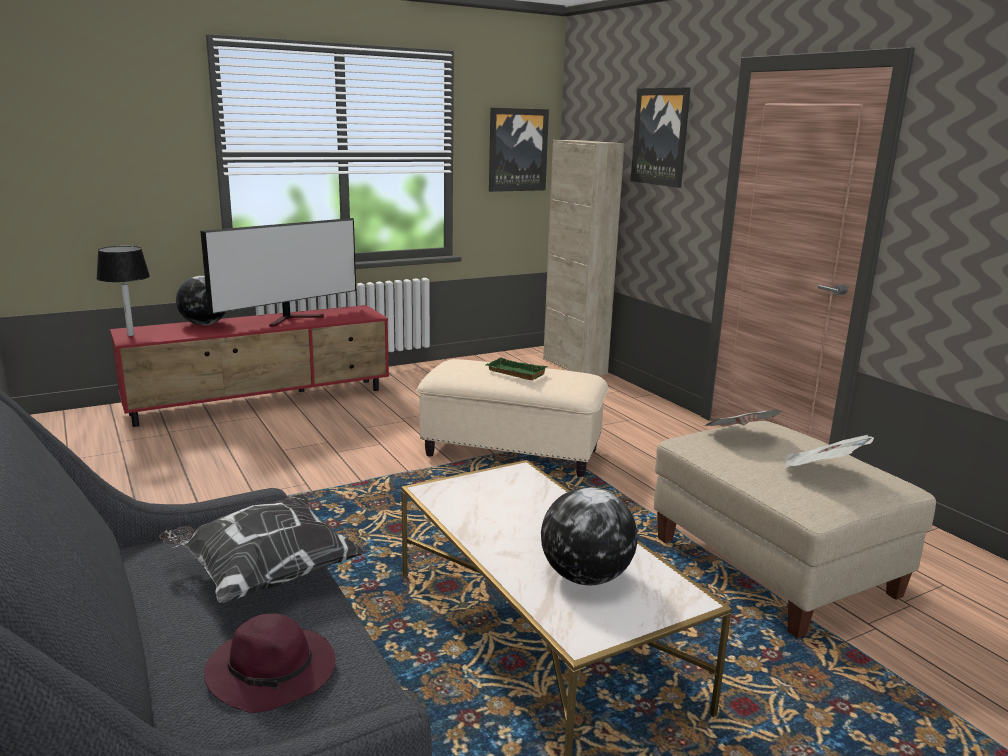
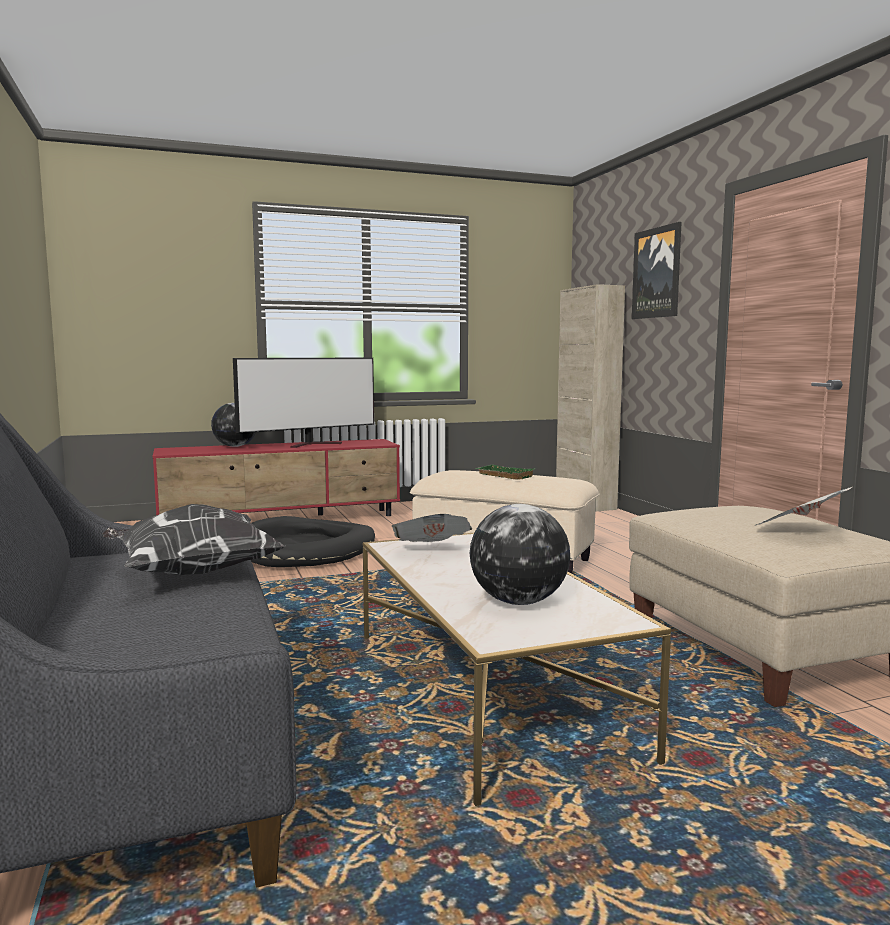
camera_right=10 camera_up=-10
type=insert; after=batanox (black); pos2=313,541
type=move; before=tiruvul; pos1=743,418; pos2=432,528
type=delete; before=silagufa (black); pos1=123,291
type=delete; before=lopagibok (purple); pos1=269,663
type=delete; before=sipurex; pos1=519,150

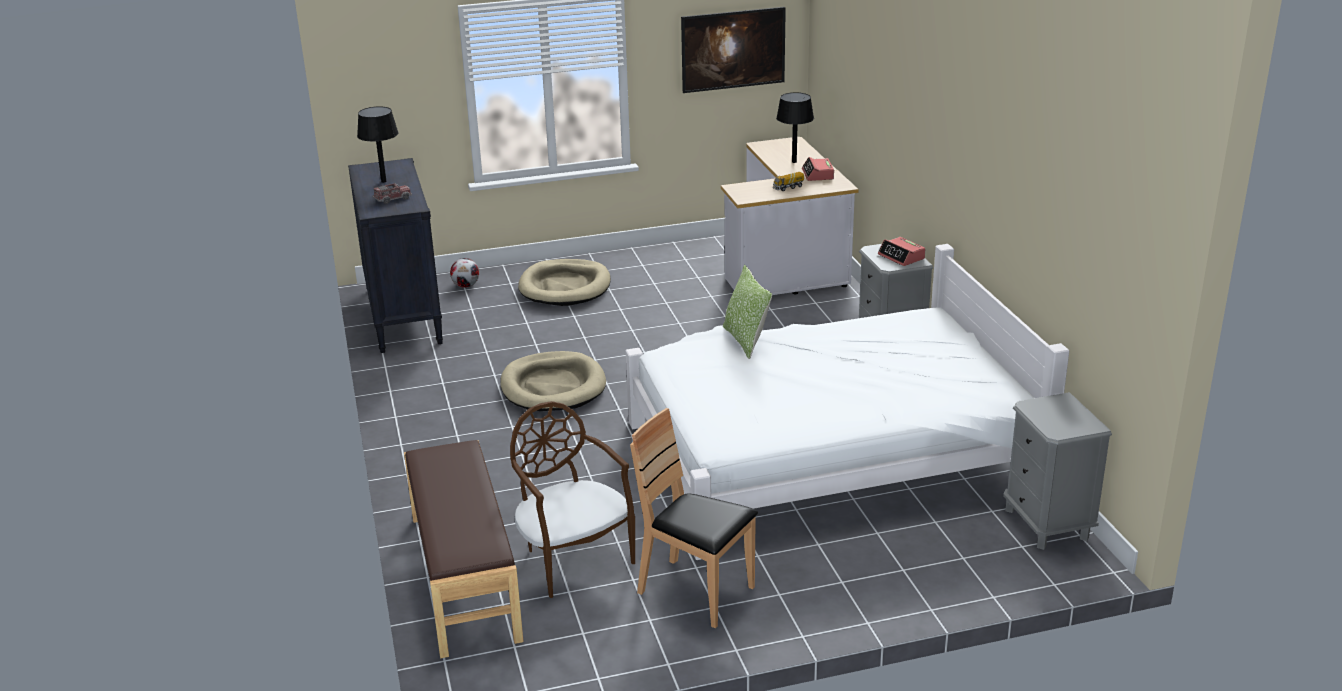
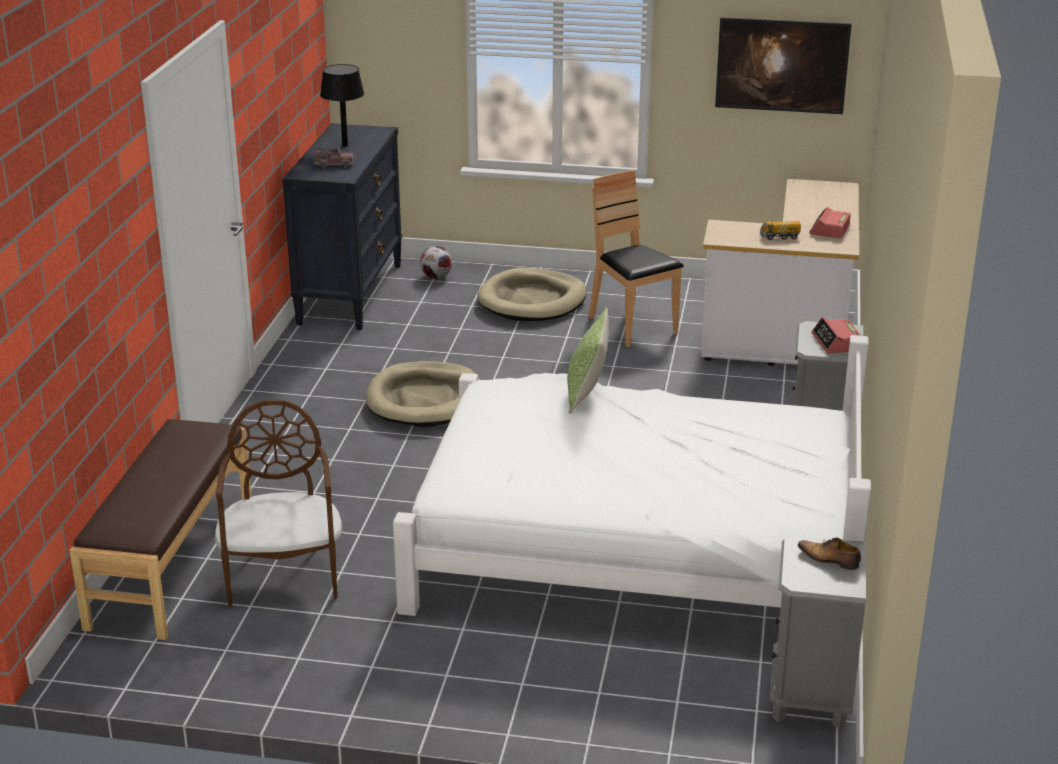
camera_right=25 camera_up=0
type=move; before=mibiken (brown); pos1=694,518; pos2=636,258
type=insert; after=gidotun; pos2=829,554
type=delete; before=silagufa (black); pos1=795,127

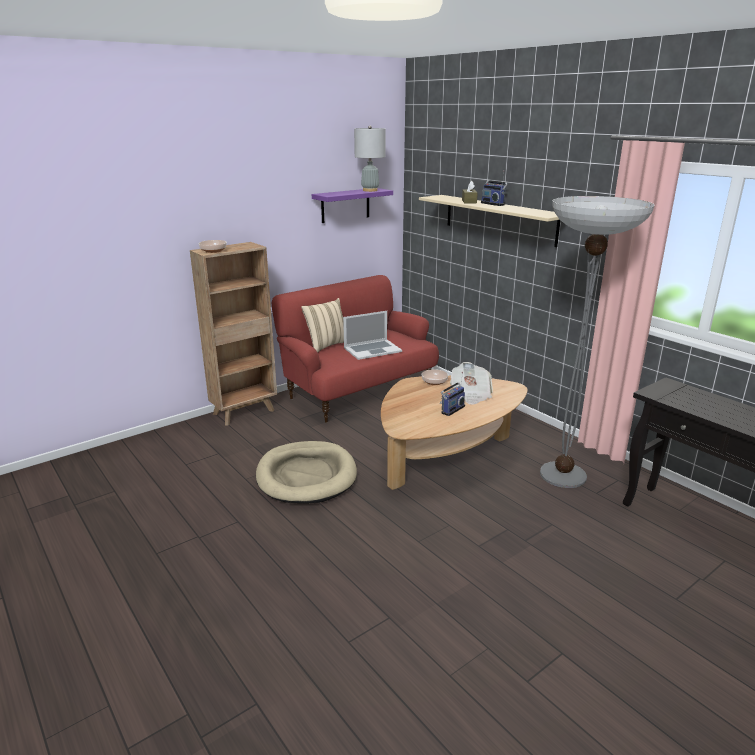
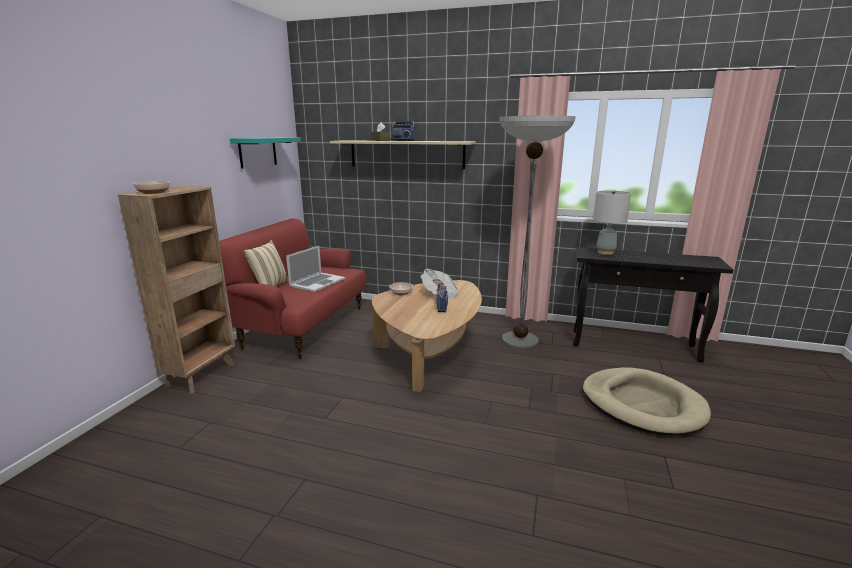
camera_right=-35 camera_up=-5
type=recolor; before=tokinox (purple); after=tokinox (turquoise); pos1=352,205; pos2=265,153
type=move; before=batanox (beige); pos1=306,472; pos2=647,401
type=move; before=silagufa (grey); pos1=370,159; pos2=612,222

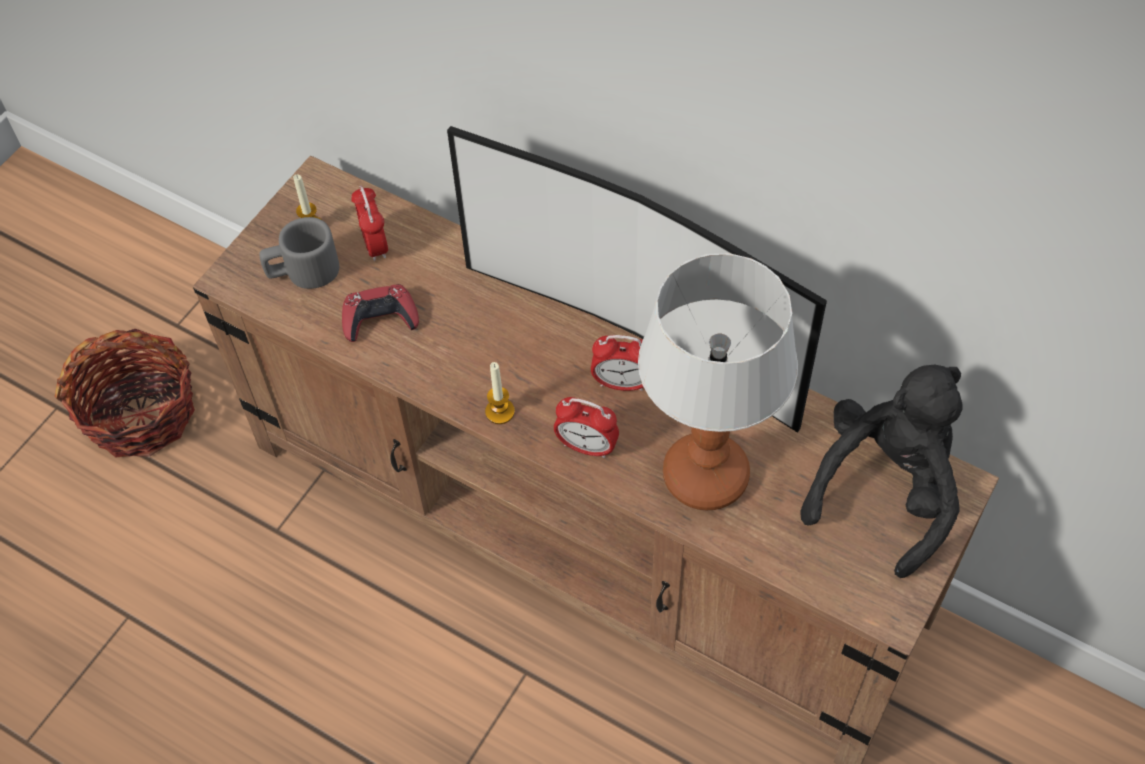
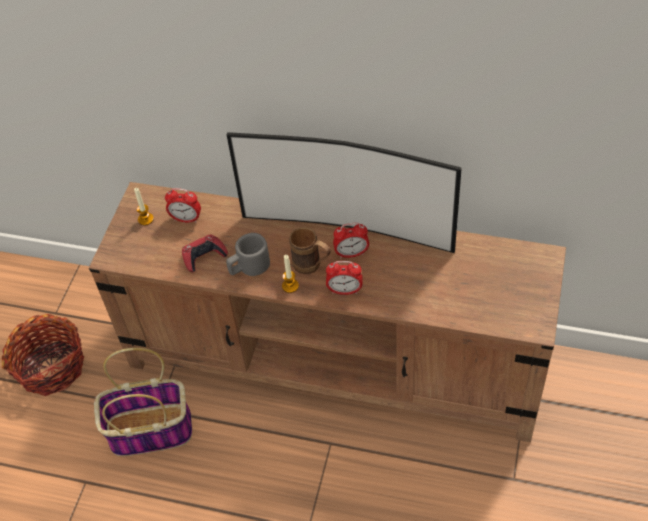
camera_right=-15 camera_up=-5
type=insert; after=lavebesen; pos2=143,402
type=rotate; before=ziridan; pos1=369,223; pos2=183,205; turn=-45
type=move; before=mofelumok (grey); pos1=299,253; pos2=248,254
type=insert; after=mofelumok (brown); pos2=310,251
type=delete; before=silagufa; pos1=718,381
type=delete; before=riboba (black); pos1=881,471

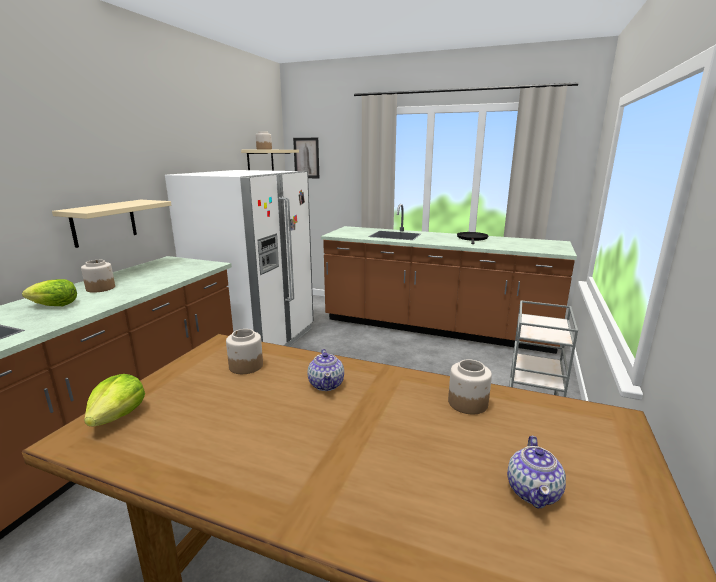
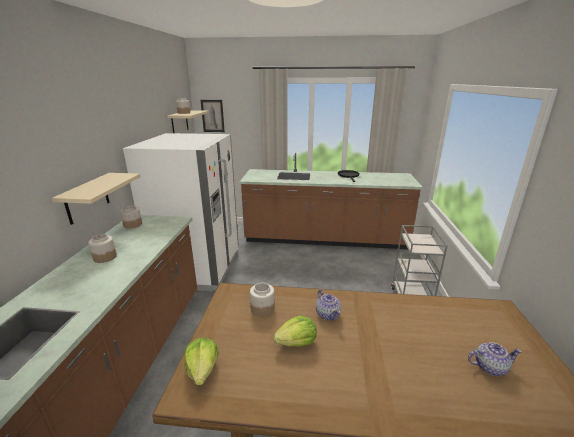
camera_right=-15 camera_up=5
type=move; before=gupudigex; pos1=470,386; pos2=131,216
type=move; before=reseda; pos1=49,292; pos2=295,331
type=rotate; before=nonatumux; pos1=536,472; pos2=495,359; turn=-90

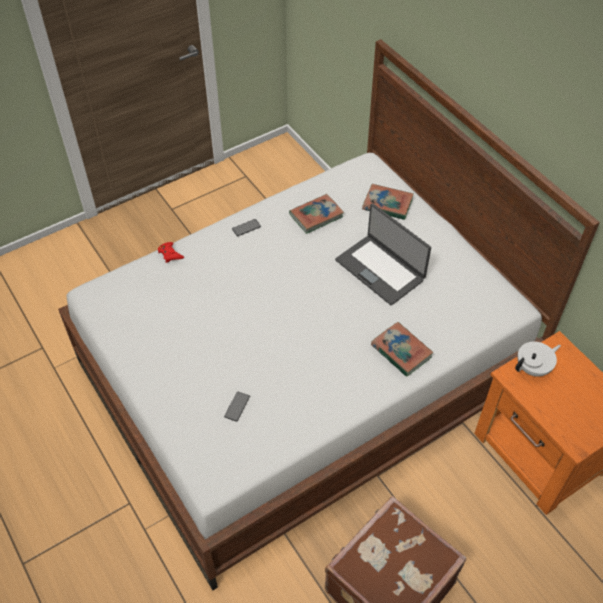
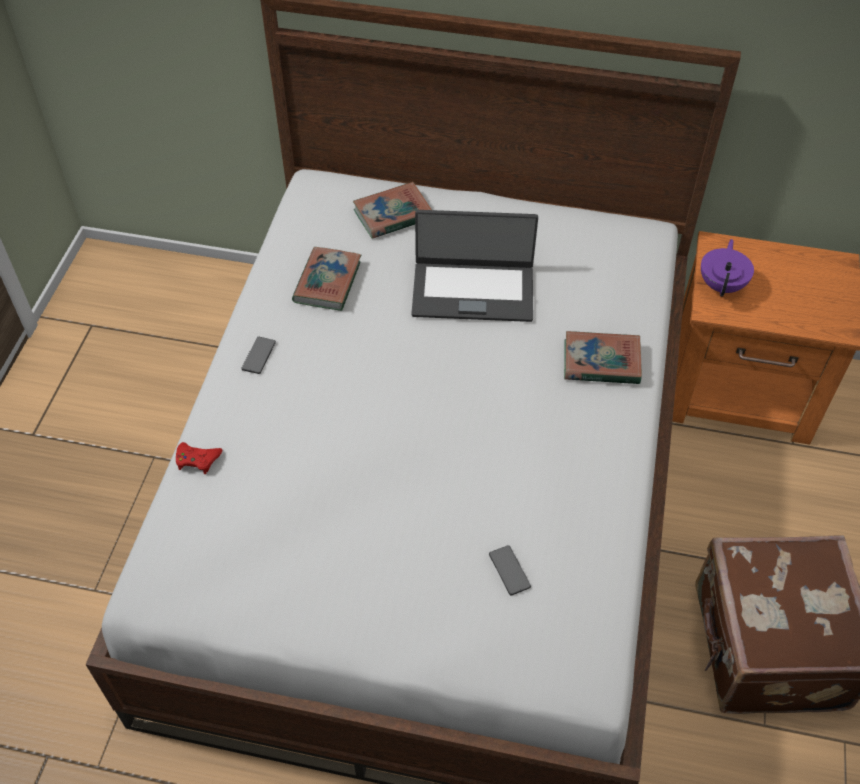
camera_right=-45 camera_up=0
type=recolor; before=nonatumux (white); after=nonatumux (purple); pos1=538,359; pos2=727,268

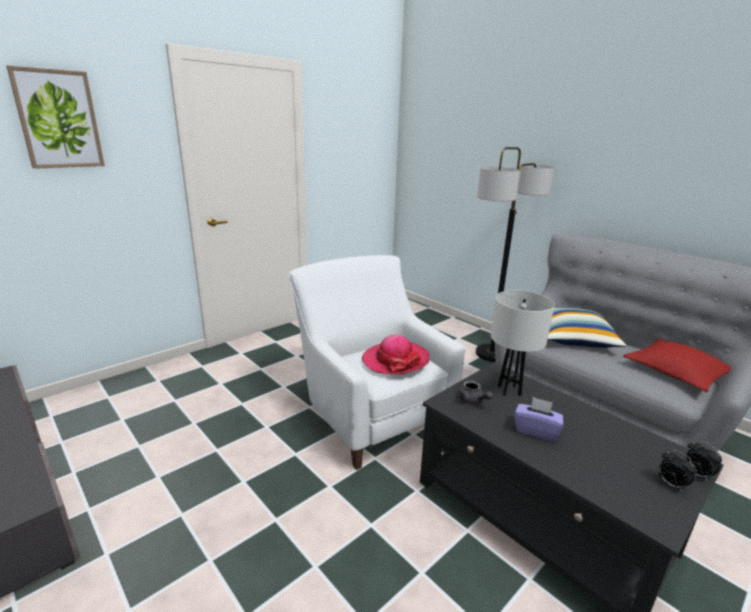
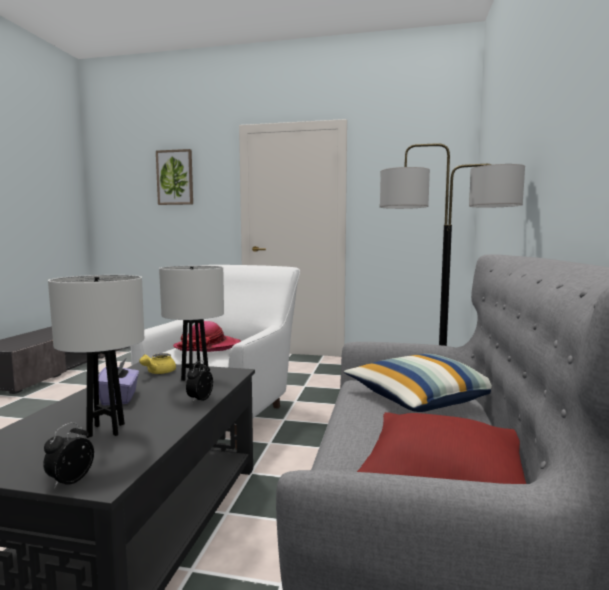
camera_right=55 camera_up=-15
type=insert; after=silagufa (white); pos2=96,356
type=recolor; before=nonatumux (grey); after=nonatumux (yellow); pos1=475,392; pos2=157,363
type=move; before=ziridan; pos1=677,471; pos2=199,381

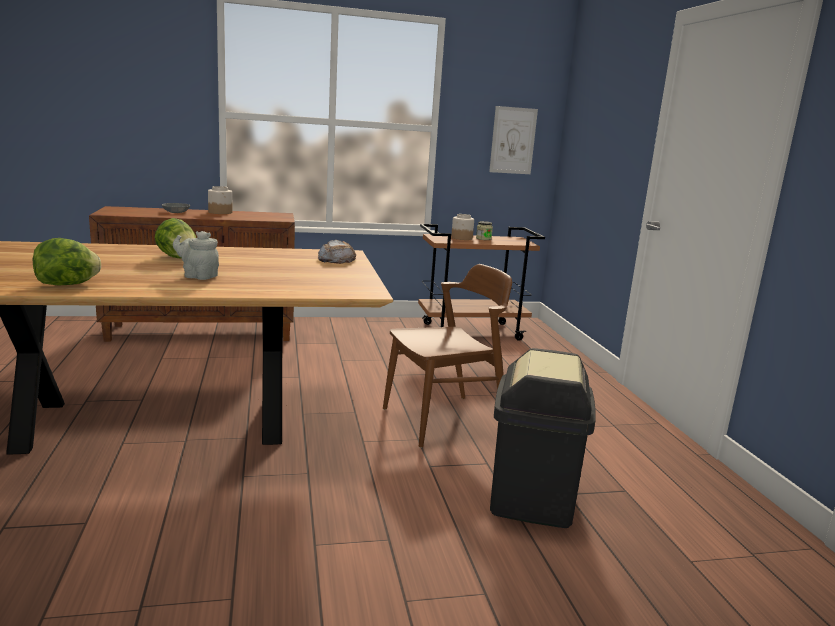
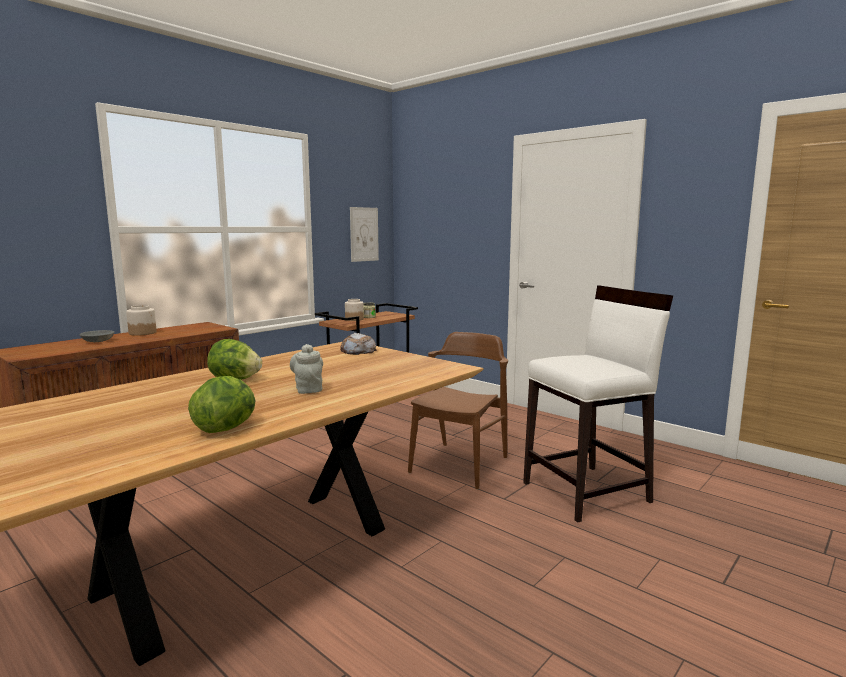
camera_right=-35 camera_up=-5
type=rotate; before=nonatumux (grey); pos1=196,255; pos2=306,369; turn=90
type=replace; before=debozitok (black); after=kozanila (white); pos1=543,438; pos2=598,404

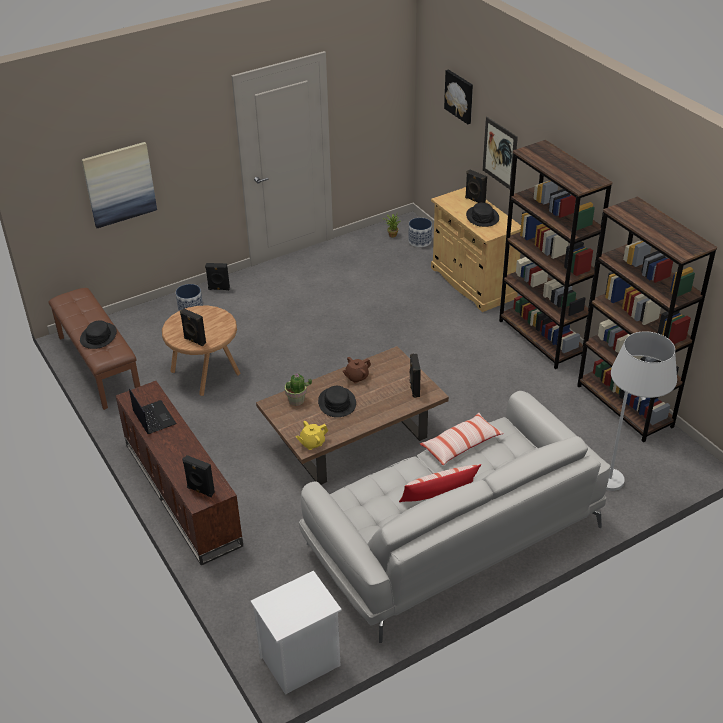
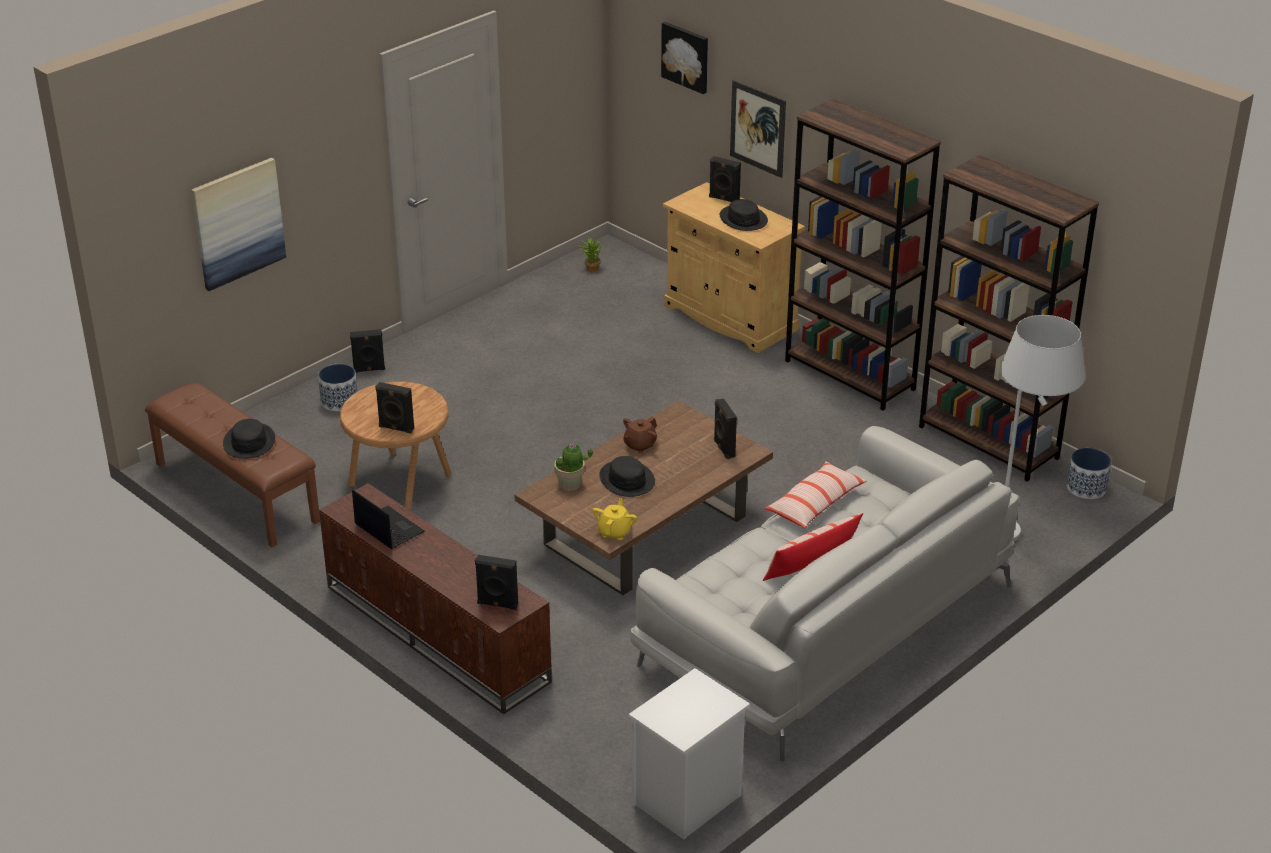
camera_right=-15 camera_up=-5
type=rotate; before=nonatumux (yellow); pos1=312,435; pos2=615,519; turn=150
type=move; before=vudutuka; pos1=420,232; pos2=1089,473

